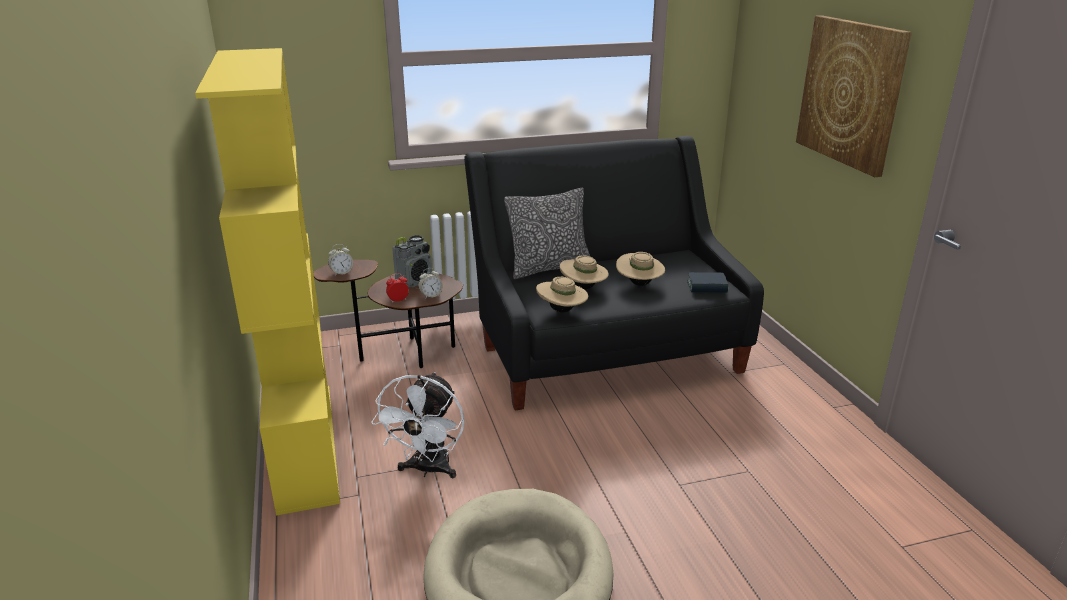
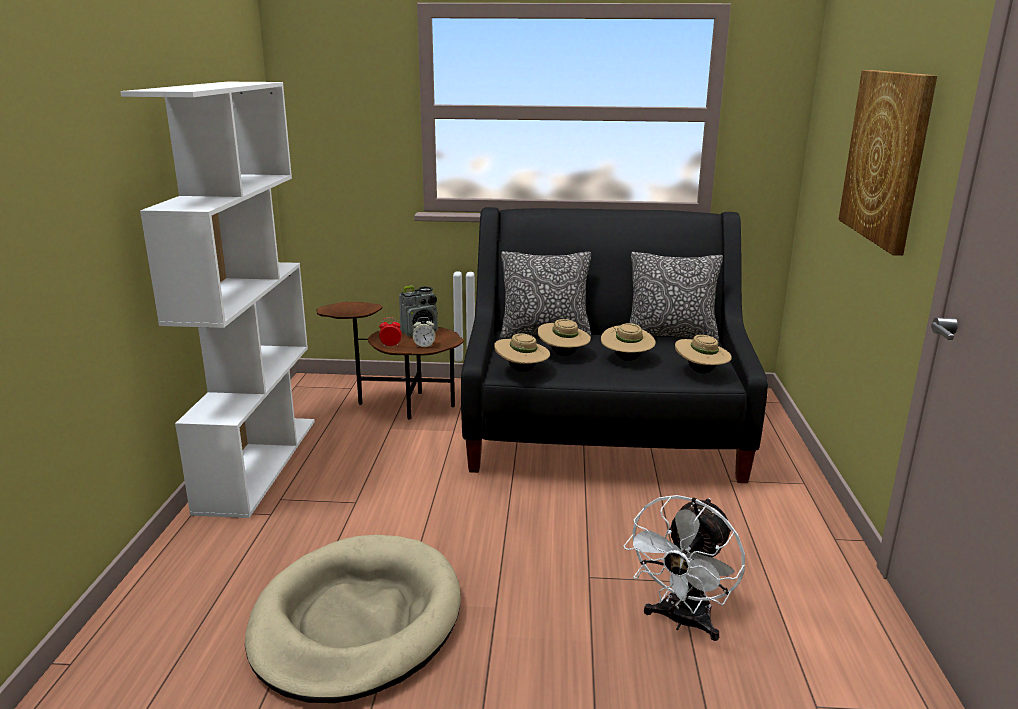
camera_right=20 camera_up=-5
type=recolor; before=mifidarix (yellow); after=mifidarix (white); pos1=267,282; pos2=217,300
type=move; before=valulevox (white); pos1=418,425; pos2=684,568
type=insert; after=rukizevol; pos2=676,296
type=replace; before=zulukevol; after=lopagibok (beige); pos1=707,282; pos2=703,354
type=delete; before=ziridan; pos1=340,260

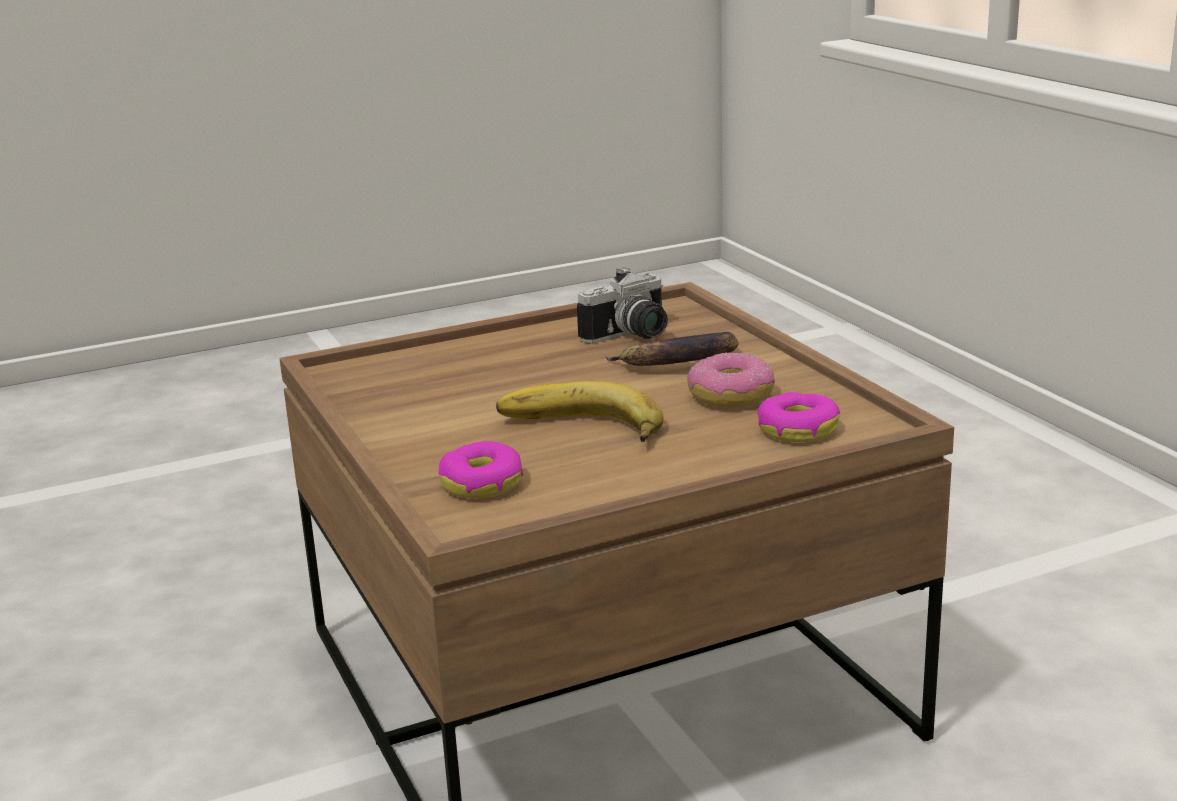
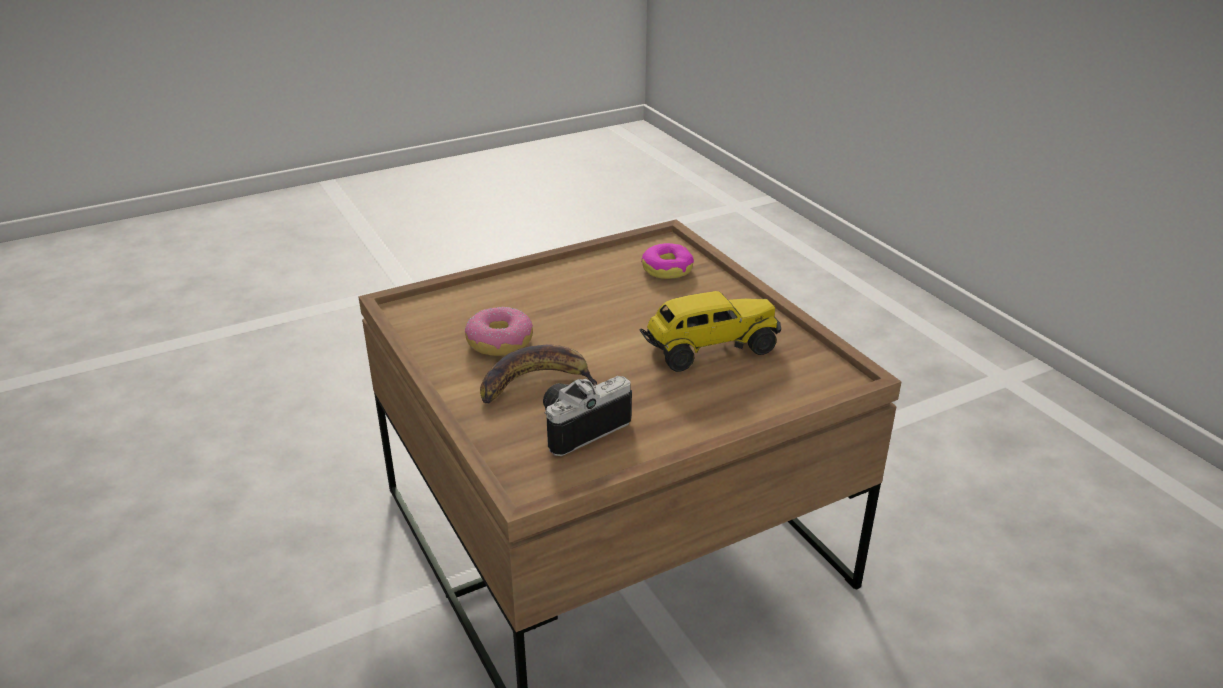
camera_right=175 camera_up=10
type=insert; after=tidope; pos2=710,331
type=delete; before=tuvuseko; pos1=580,411
type=delete; before=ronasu; pos1=798,417

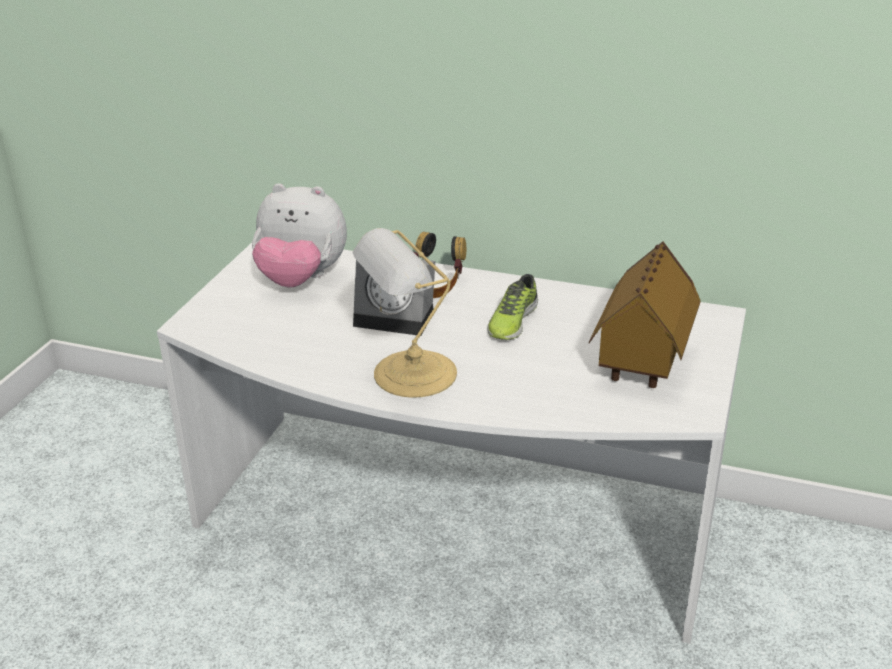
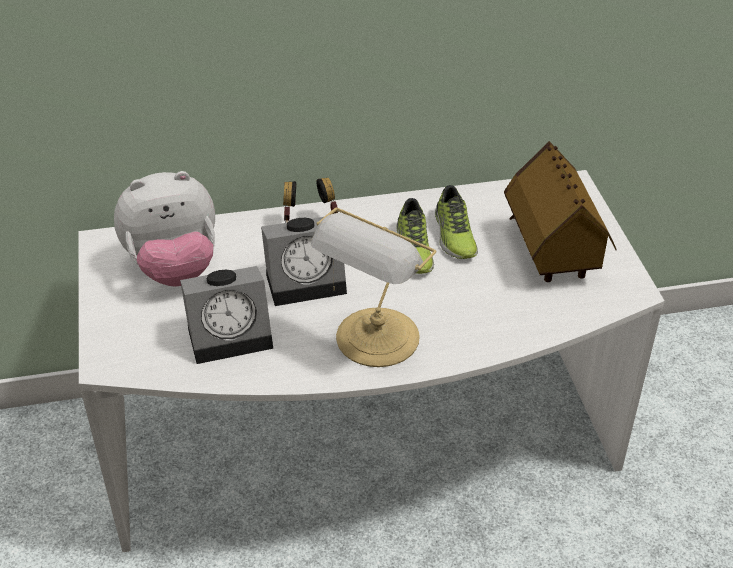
camera_right=-30 camera_up=10
type=insert; after=ziridan; pos2=226,315
type=insert; after=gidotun; pos2=456,222

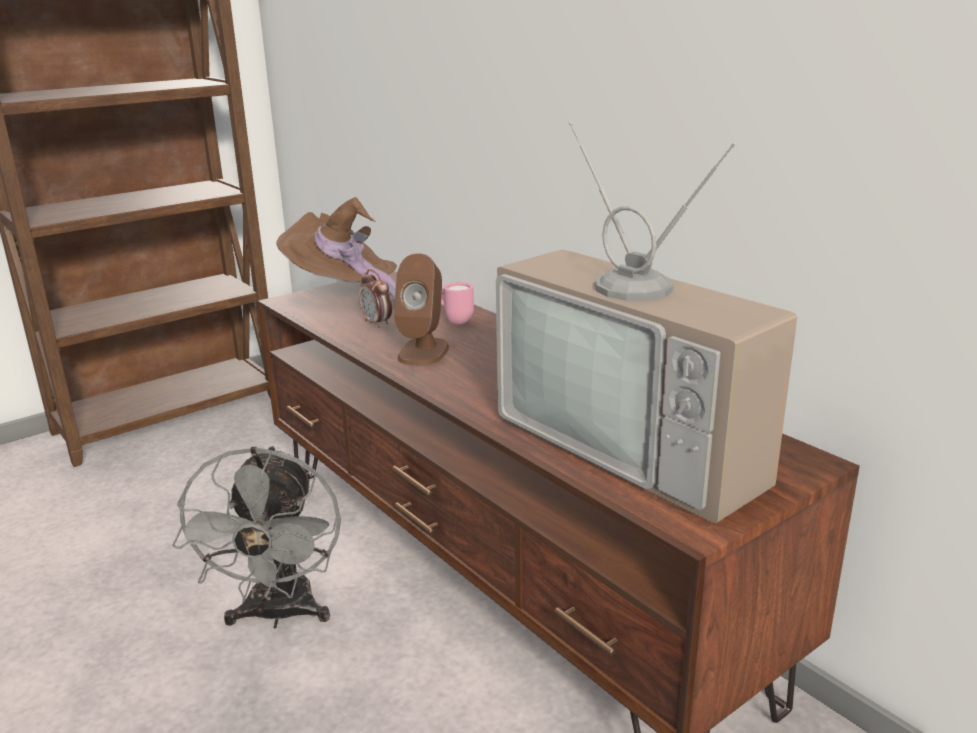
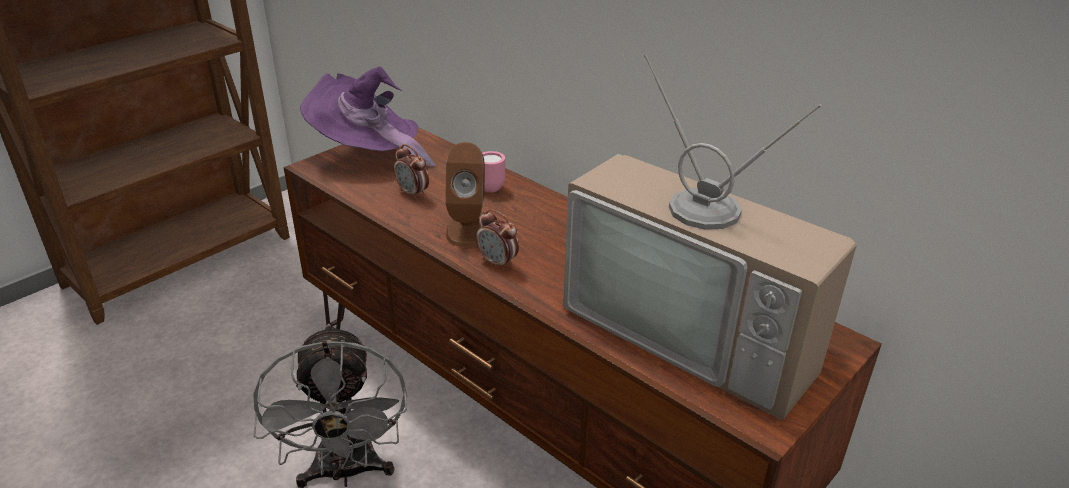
camera_right=-10 camera_up=10
type=recolor; before=lopagibok (brown); after=lopagibok (purple); pos1=337,251; pos2=367,116
type=insert; after=ziridan; pos2=497,239

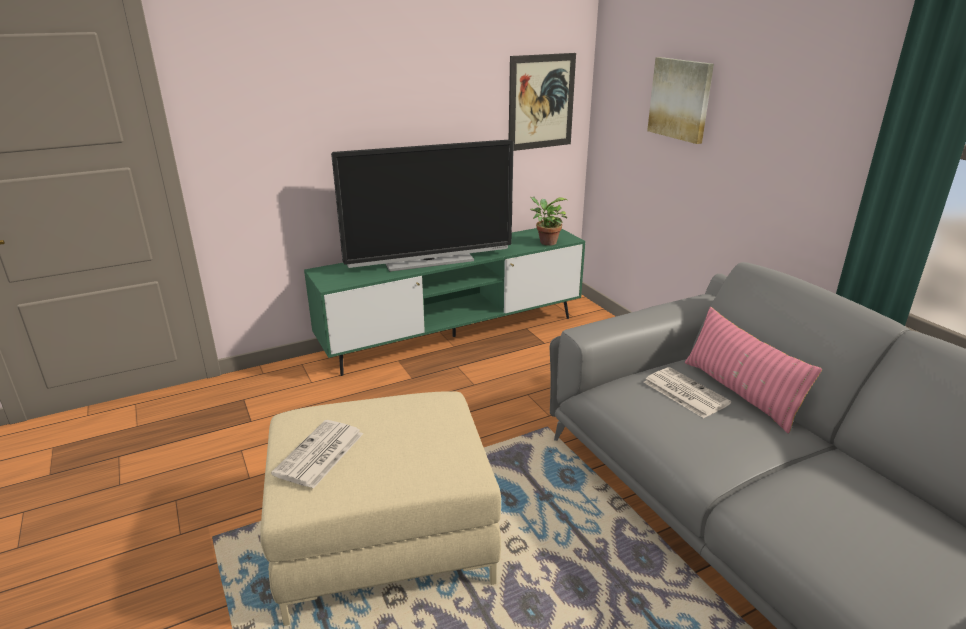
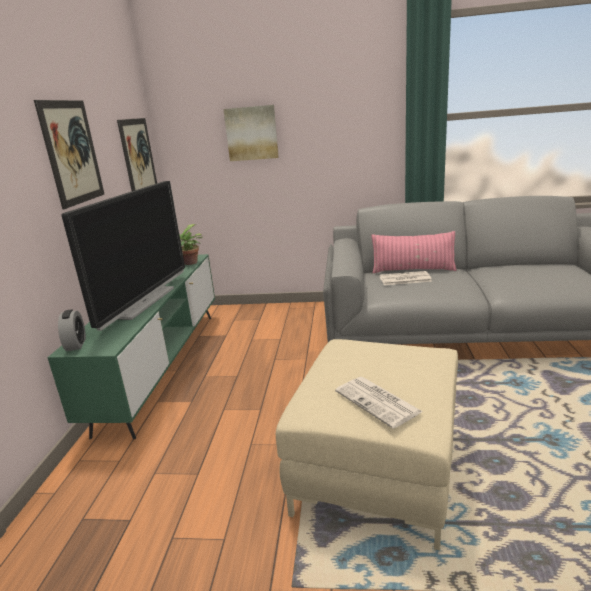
camera_right=-55 camera_up=-5
type=insert; after=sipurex; pos2=69,154
type=insert; after=ziridan; pos2=72,330

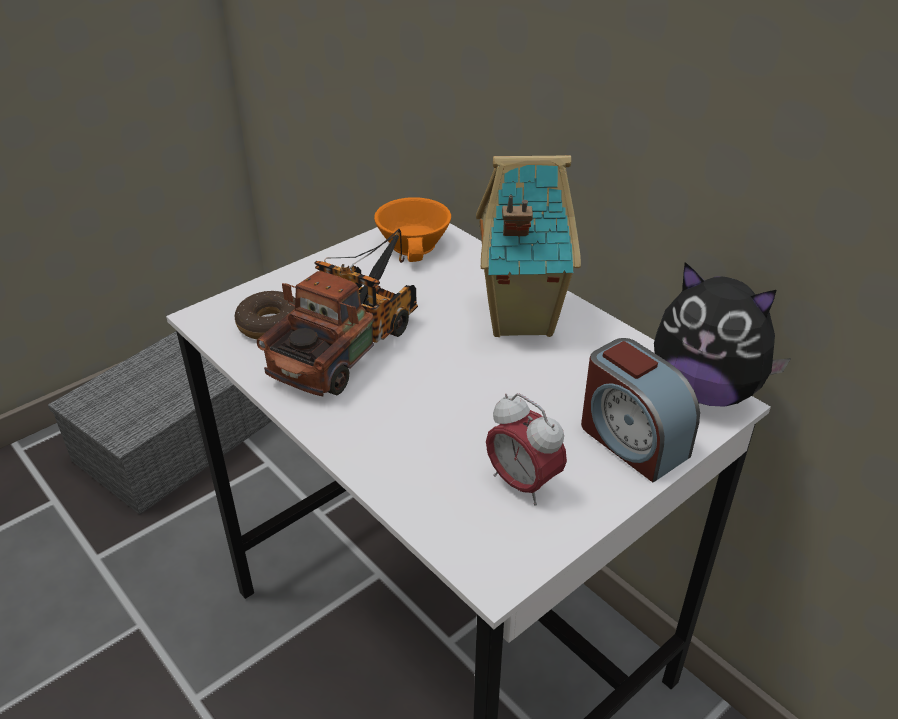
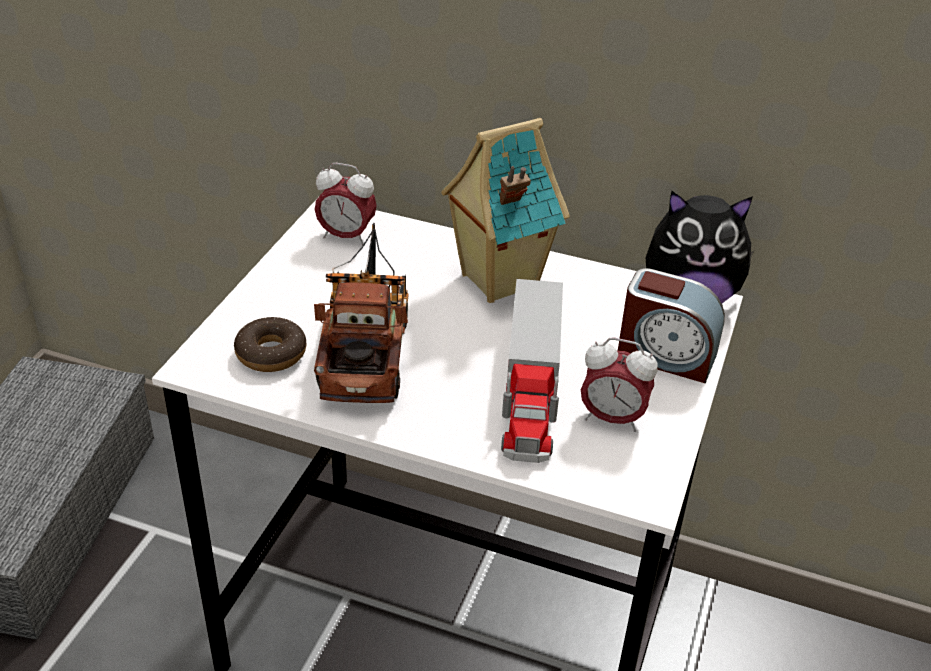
camera_right=-30 camera_up=0
type=replace; before=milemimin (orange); after=ziridan; pos1=412,229; pos2=346,204
type=insert; after=tidope; pos2=532,371

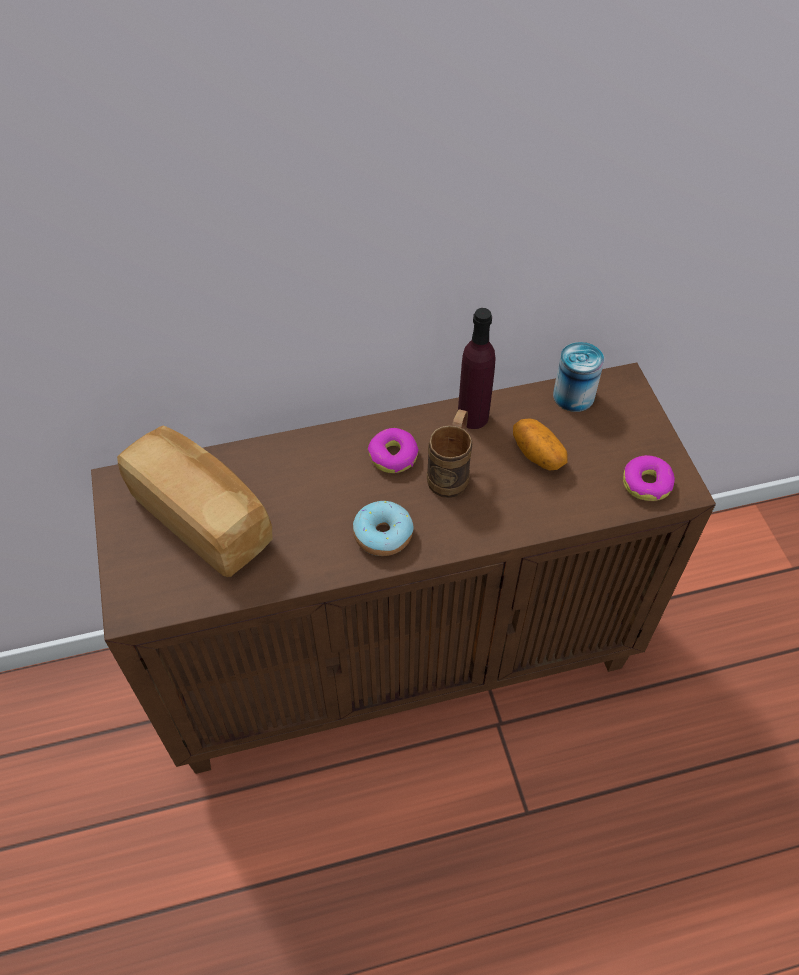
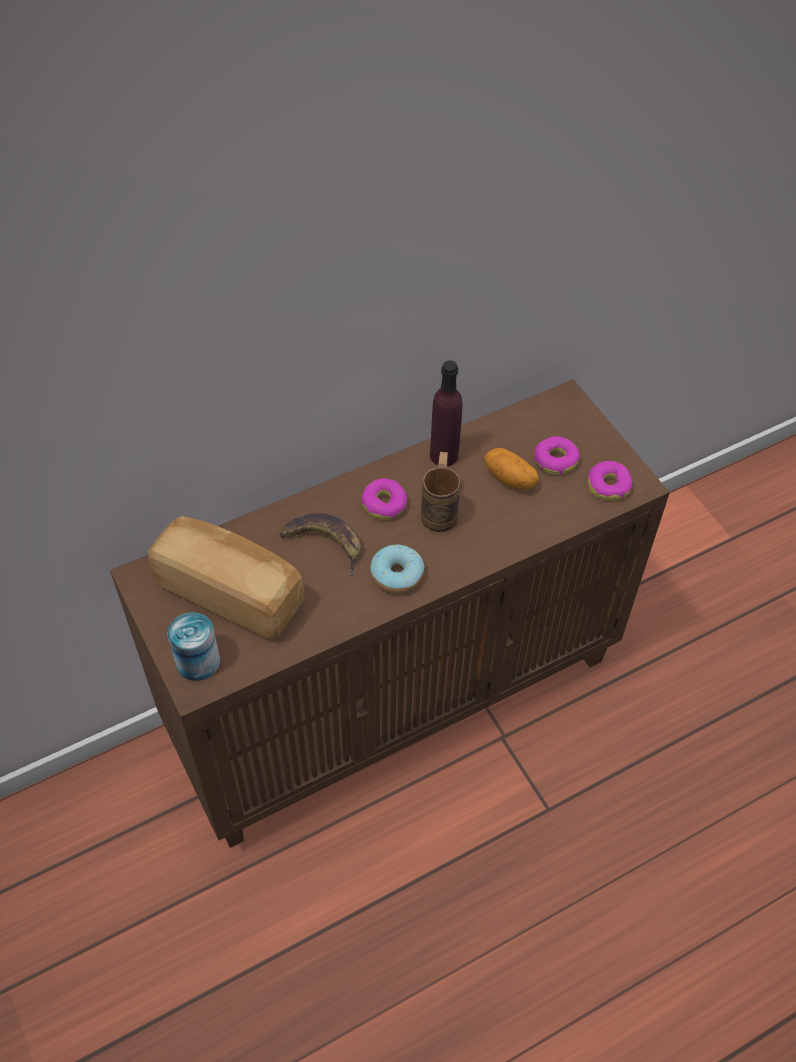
camera_right=-15 camera_up=0
type=move; before=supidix; pos1=578,377; pos2=194,646
type=insert; after=tuvuseko; pos2=320,544
type=insert; after=ronasu; pos2=557,455

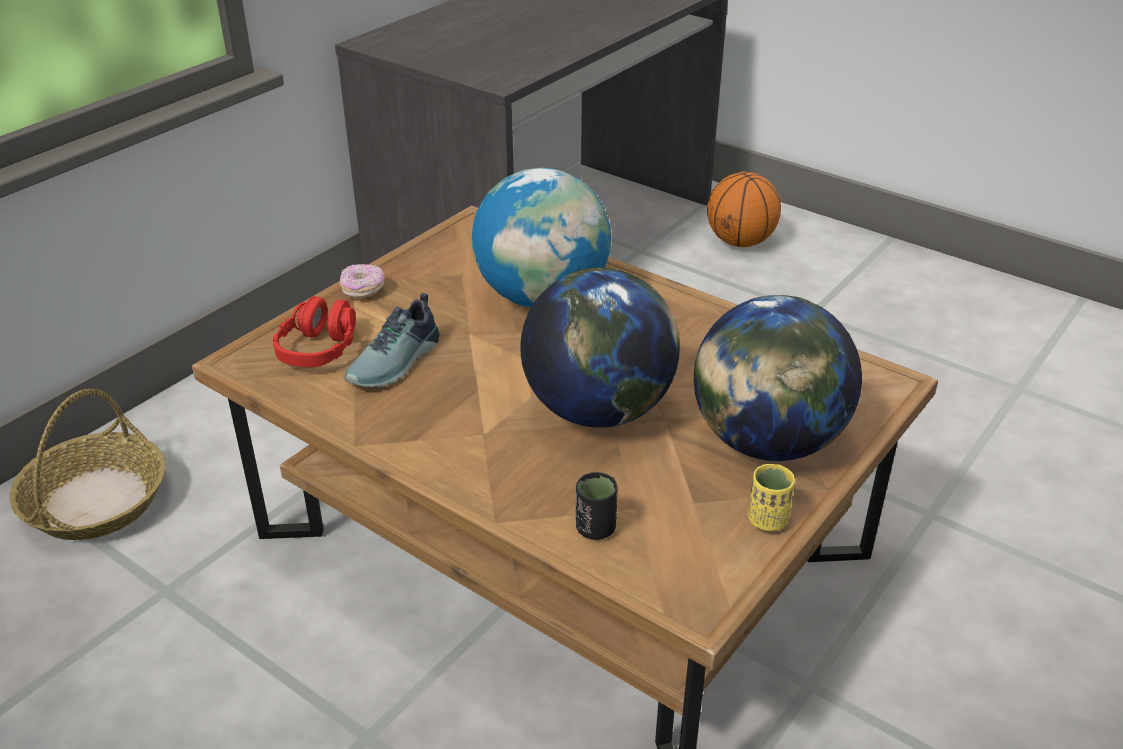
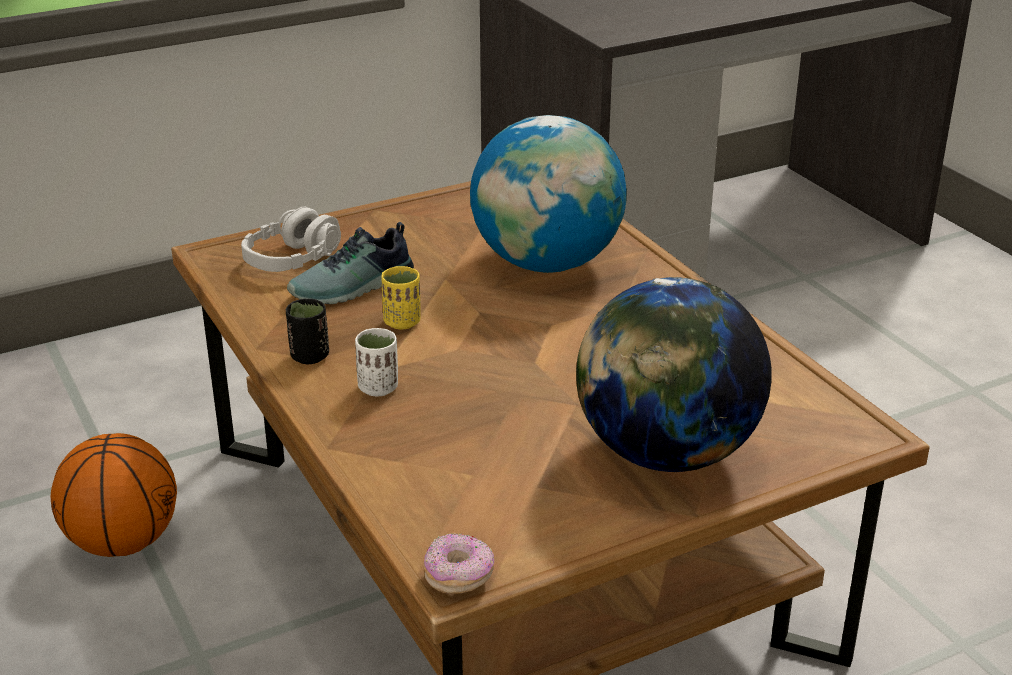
camera_right=25 camera_up=-5
type=move; before=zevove; pos1=744,209; pos2=114,495
type=recolor; before=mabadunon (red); after=mabadunon (grey); pos1=314,331; pos2=291,239
type=move; before=milemimin (black); pos1=597,506; pos2=307,331
type=insert; after=milemimin (white); pos2=376,362
type=move; before=milemimin (yellow); pos1=771,497; pos2=400,298
type=move; before=ronasu; pos1=362,281; pos2=459,563
type=delete; before=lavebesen; pos1=87,464
type=delete; before=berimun; pos1=600,348

